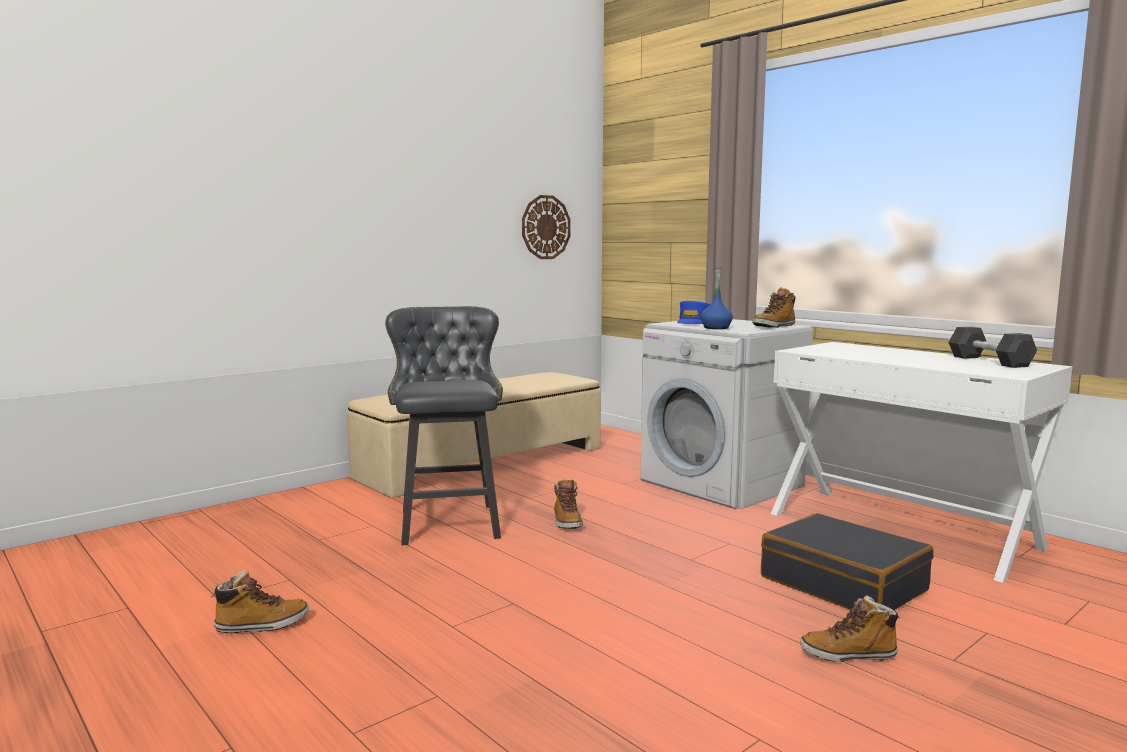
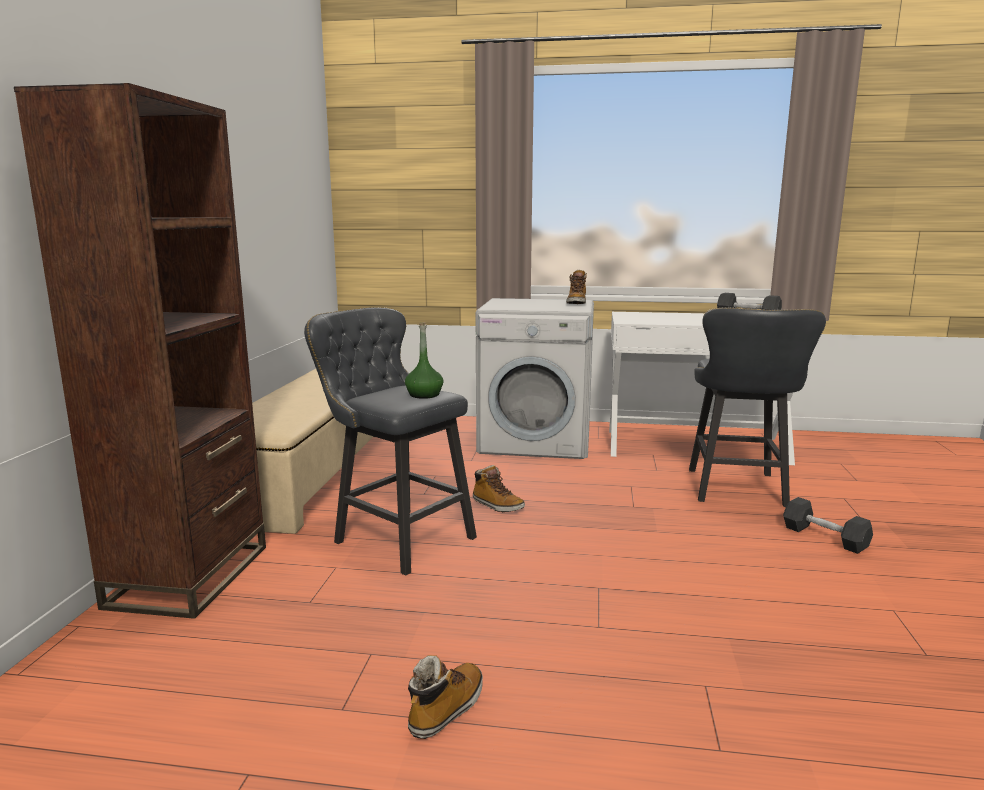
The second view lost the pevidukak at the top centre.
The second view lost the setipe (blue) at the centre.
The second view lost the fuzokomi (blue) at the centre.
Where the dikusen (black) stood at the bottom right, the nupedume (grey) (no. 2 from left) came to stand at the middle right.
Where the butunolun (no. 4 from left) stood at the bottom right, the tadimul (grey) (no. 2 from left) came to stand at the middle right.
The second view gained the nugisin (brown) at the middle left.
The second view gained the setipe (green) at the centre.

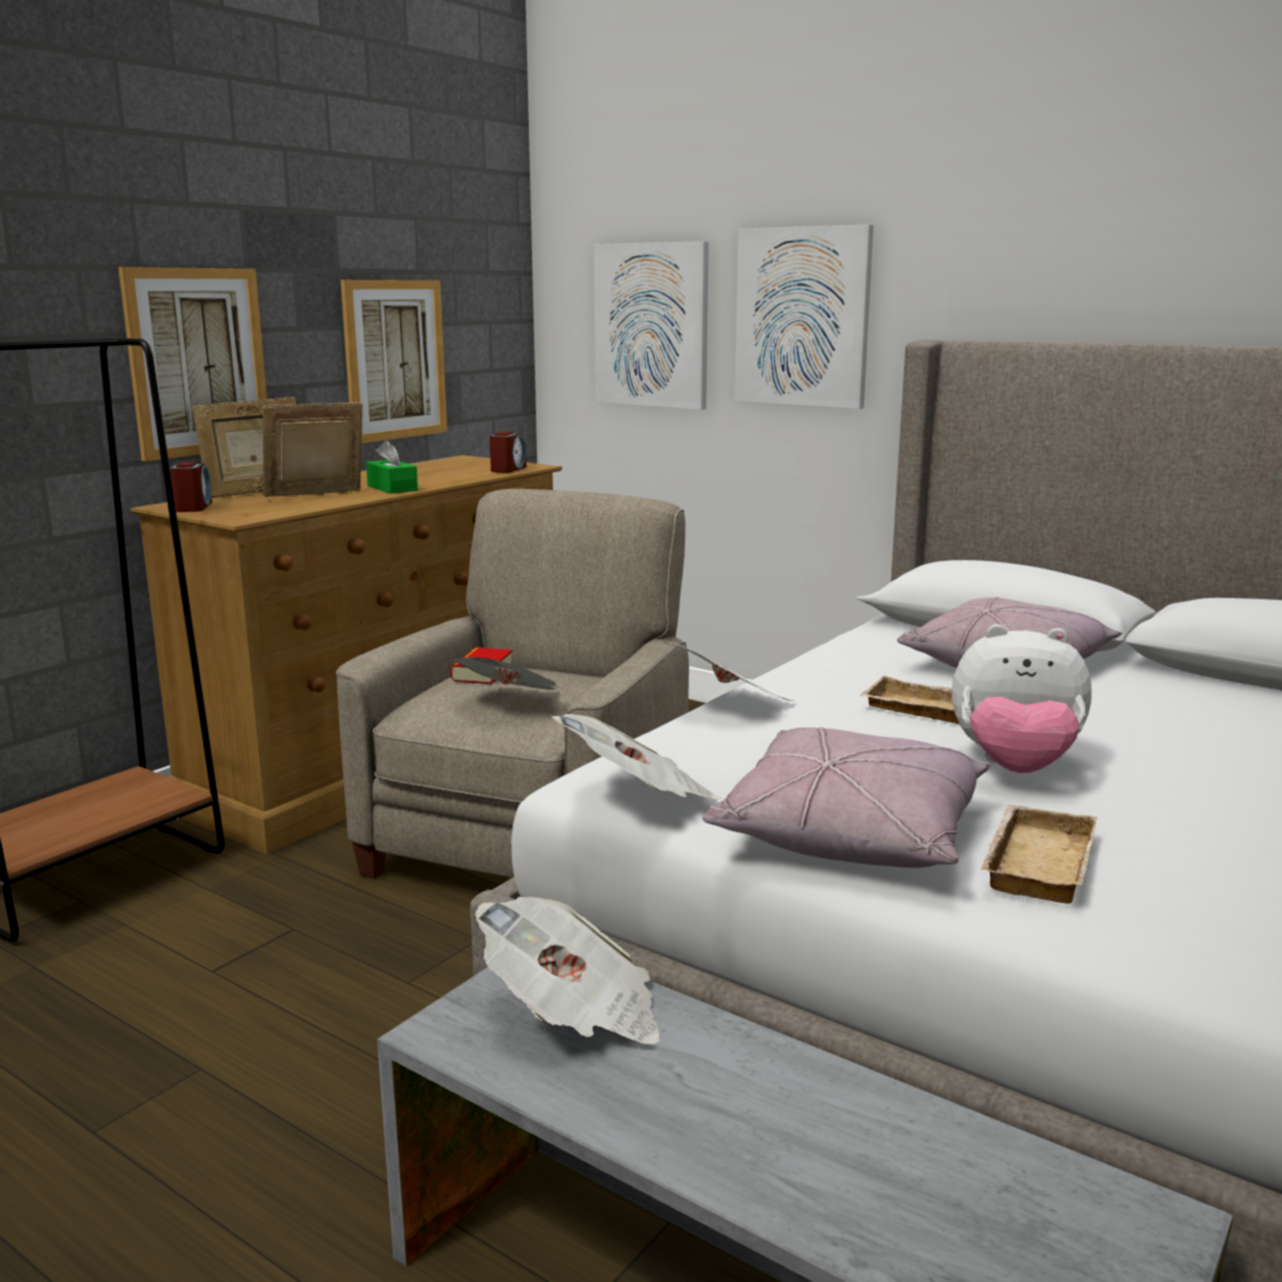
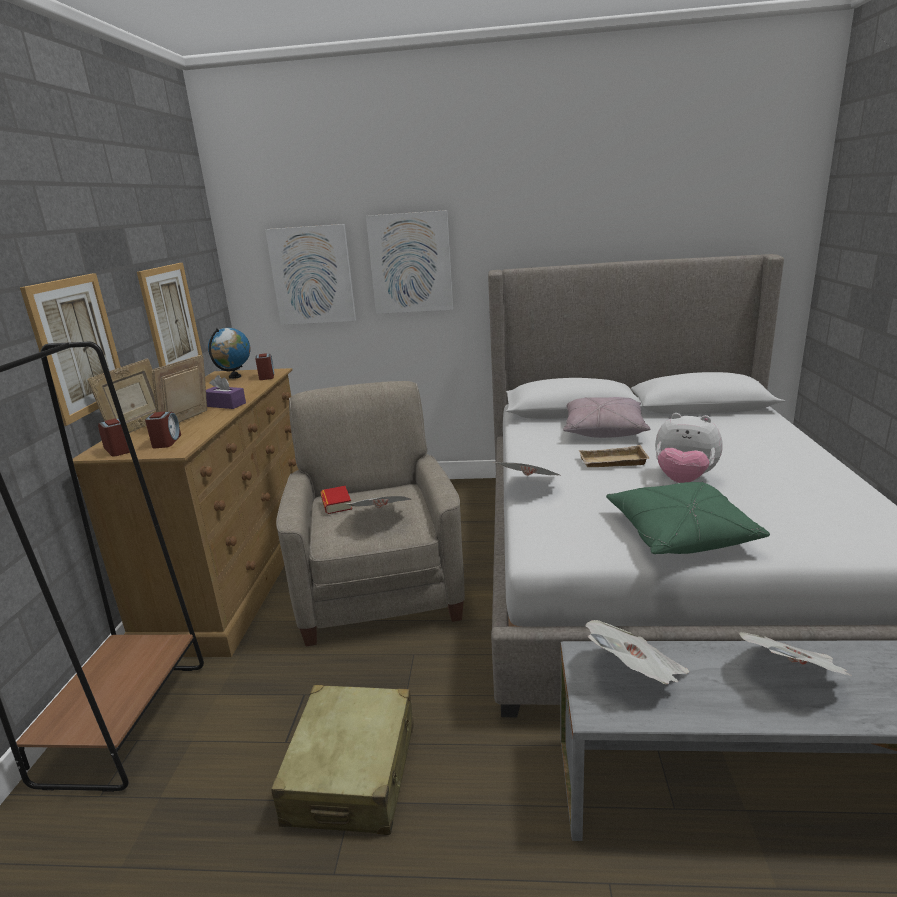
What was the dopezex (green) at the middle left turned into the dopezex (purple) at the middle left.
The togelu at the middle right ended up facing another way, 45 degrees clockwise from before.
The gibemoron (no. 3 from left in the first image) ended up elsewhere, having gone from the centre to the bottom right.
What was the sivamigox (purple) (no. 1 from left) at the centre turned into the sivamigox (green) at the middle right.
The second view lost the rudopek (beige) (no. 2 from left) at the middle right.
The second view gained the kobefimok at the middle left.
The second view gained the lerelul (no. 2 from left) at the middle left.
The second view gained the dikusen (beige) at the bottom centre.

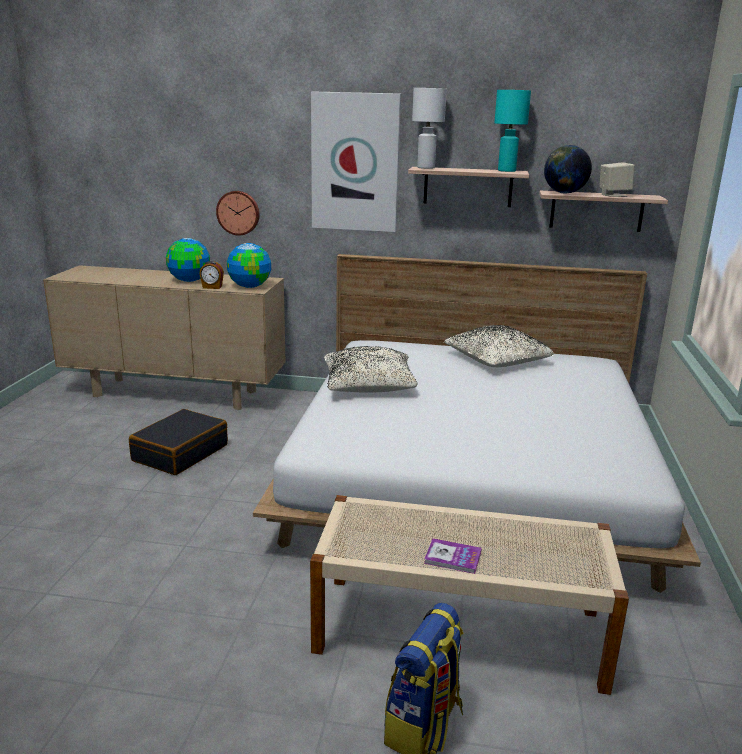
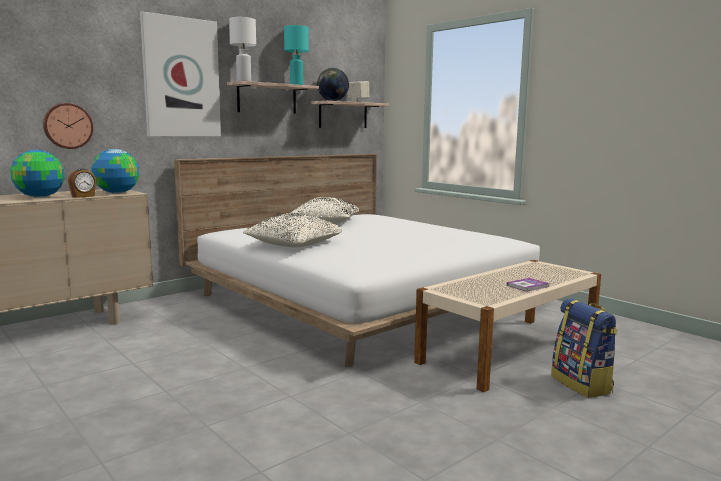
The second view lost the dikusen (black) at the middle left.

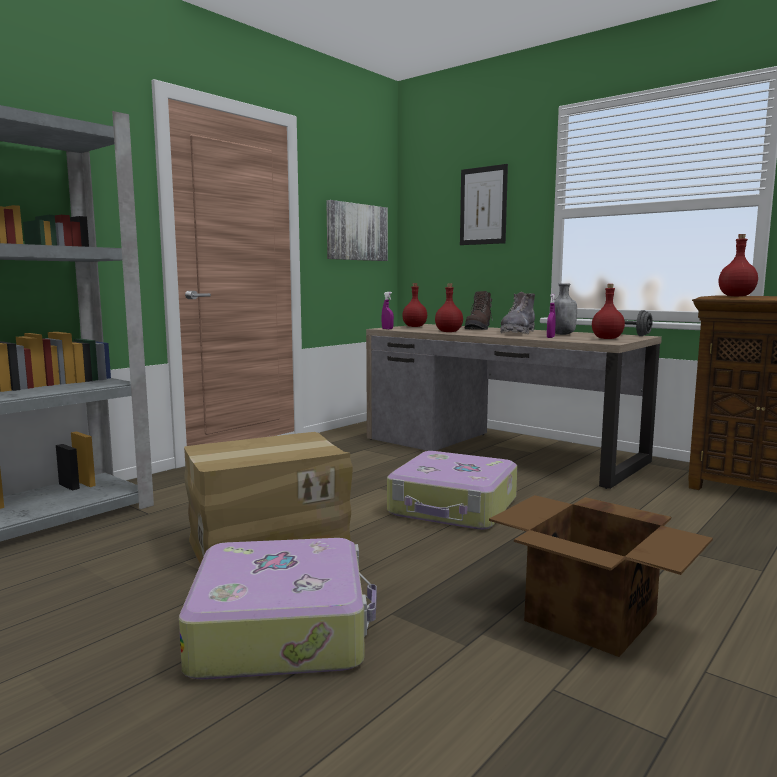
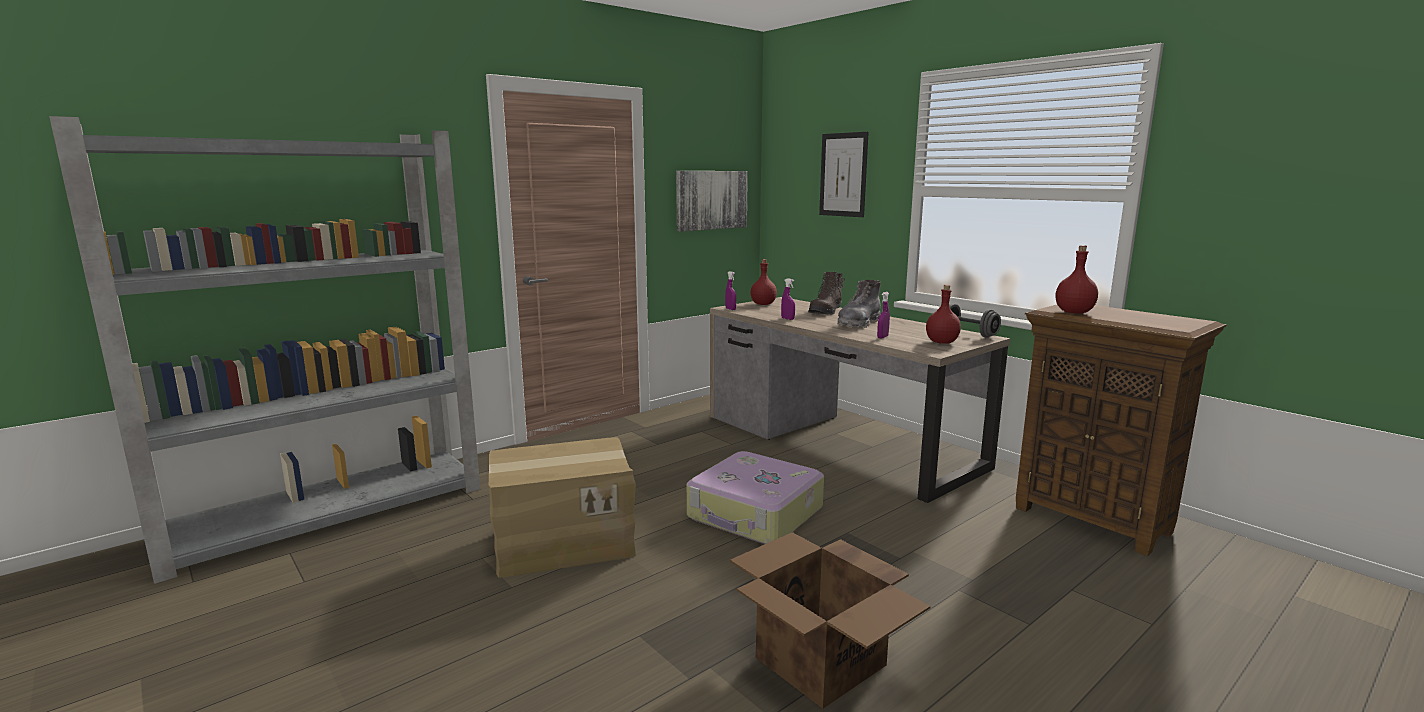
Where the setipe (red) (no. 2 from left) stood at the centre, the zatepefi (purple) (no. 2 from left) came to stand at the centre.
The second view lost the setipe (grey) at the middle right.
The second view lost the dikusen (no. 1 from left) at the bottom centre.

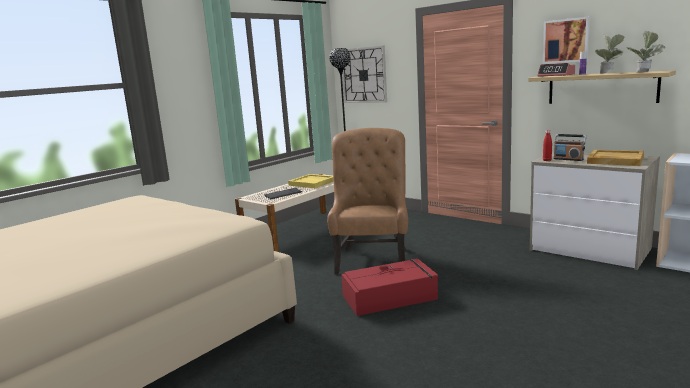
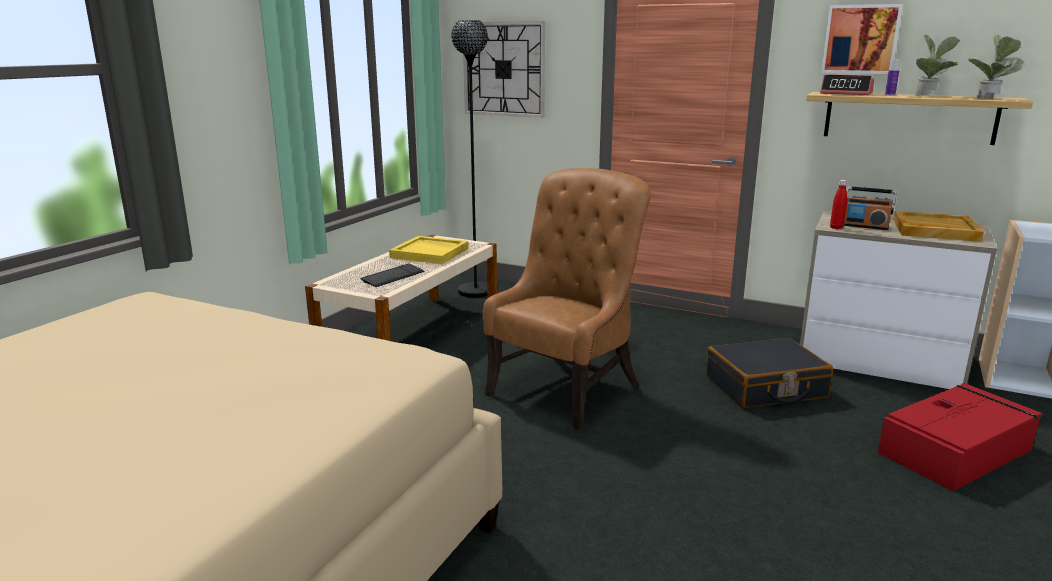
The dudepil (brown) at the centre ended up facing another way, 45 degrees clockwise from before.
The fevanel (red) ended up elsewhere, having gone from the bottom centre to the bottom right.
The second view gained the dikusen (black) at the middle right.

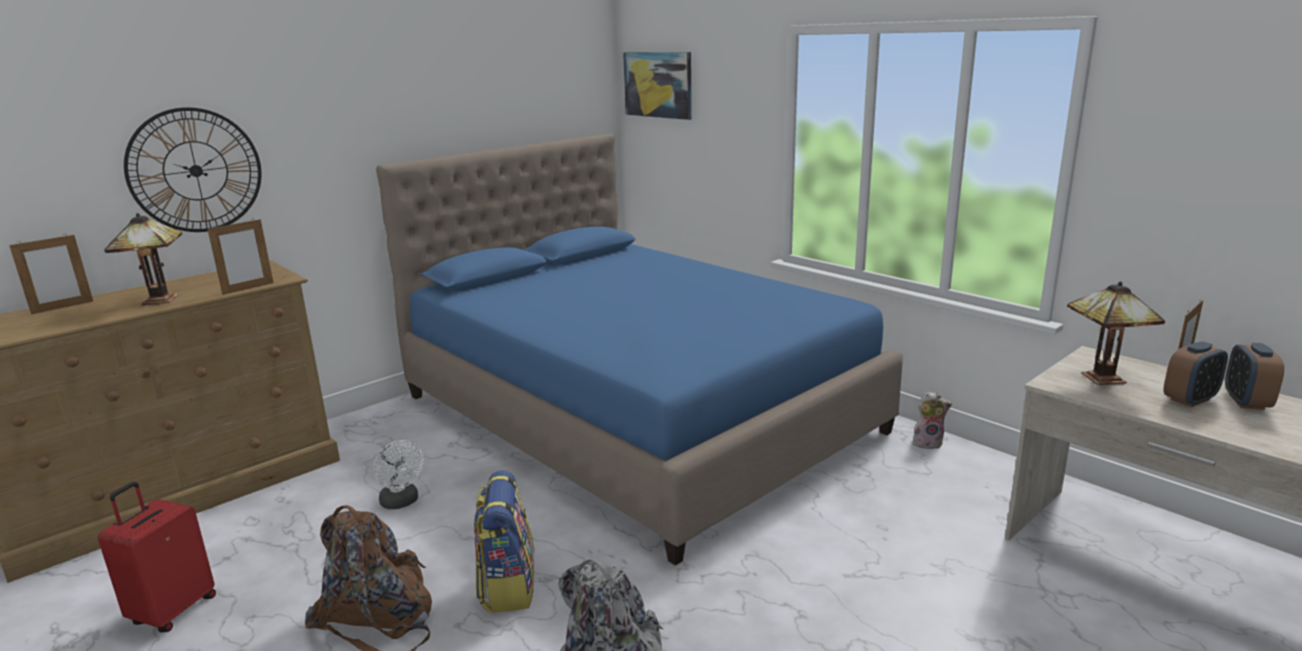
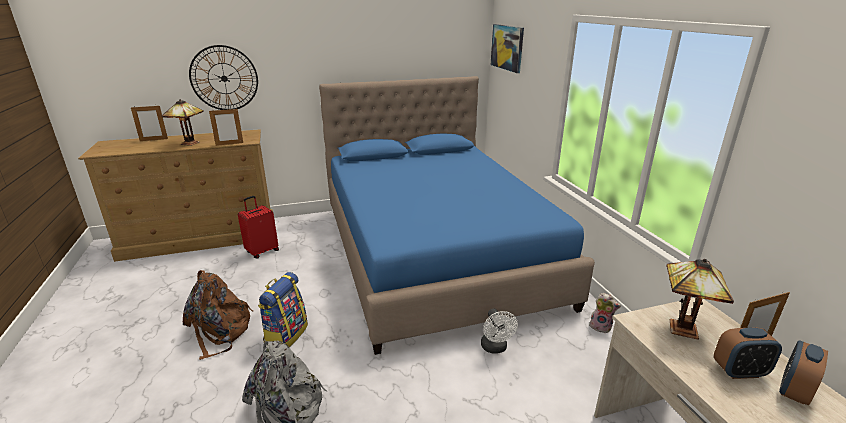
The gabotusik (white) ended up elsewhere, having gone from the bottom left to the bottom centre.
The dikusen (red) ended up elsewhere, having gone from the bottom left to the middle left.

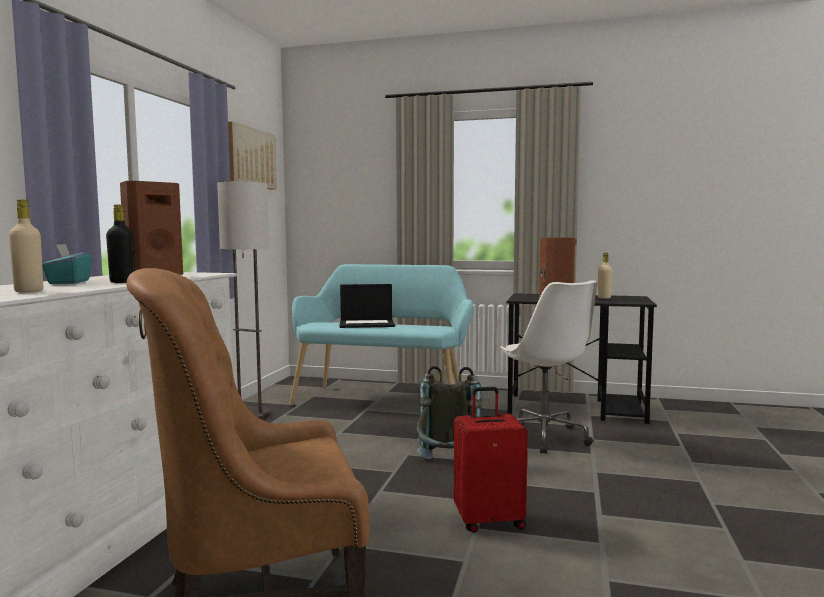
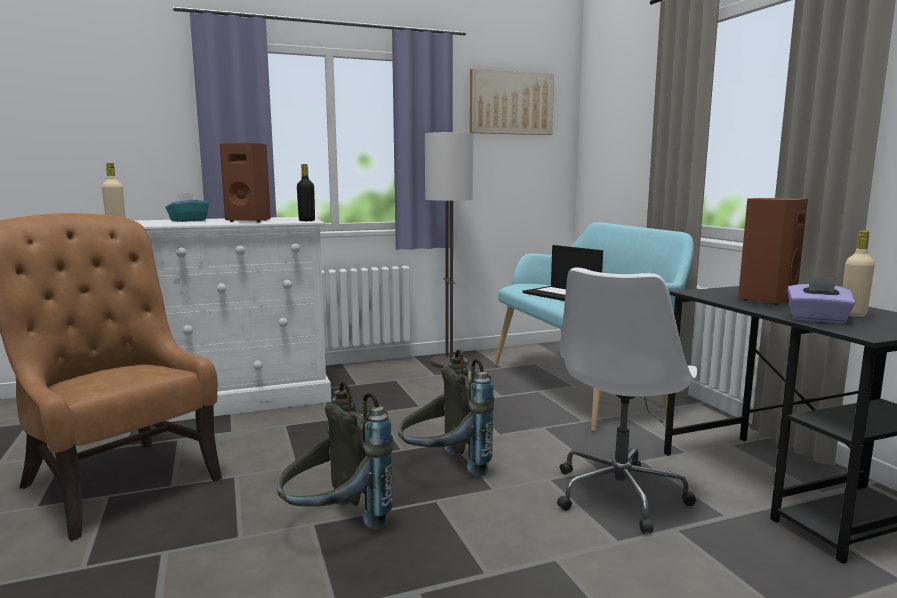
The setipe (black) ended up elsewhere, having gone from the middle left to the top centre.
Where the dikusen (red) stood at the bottom centre, the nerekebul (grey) (no. 1 from left) came to stand at the bottom centre.
The second view gained the dopezex (purple) at the middle right.

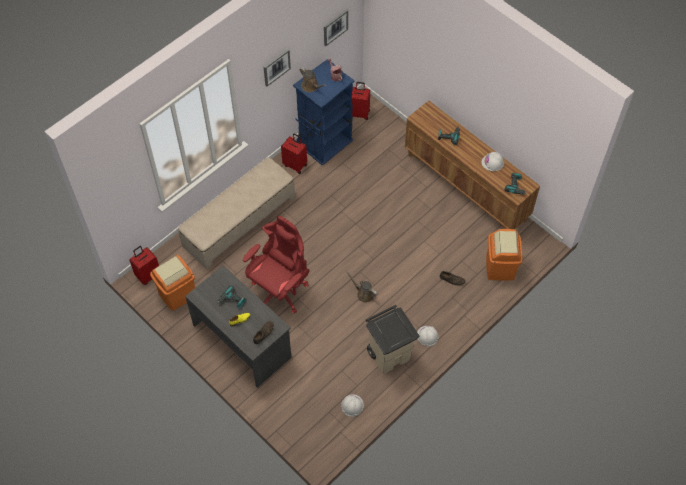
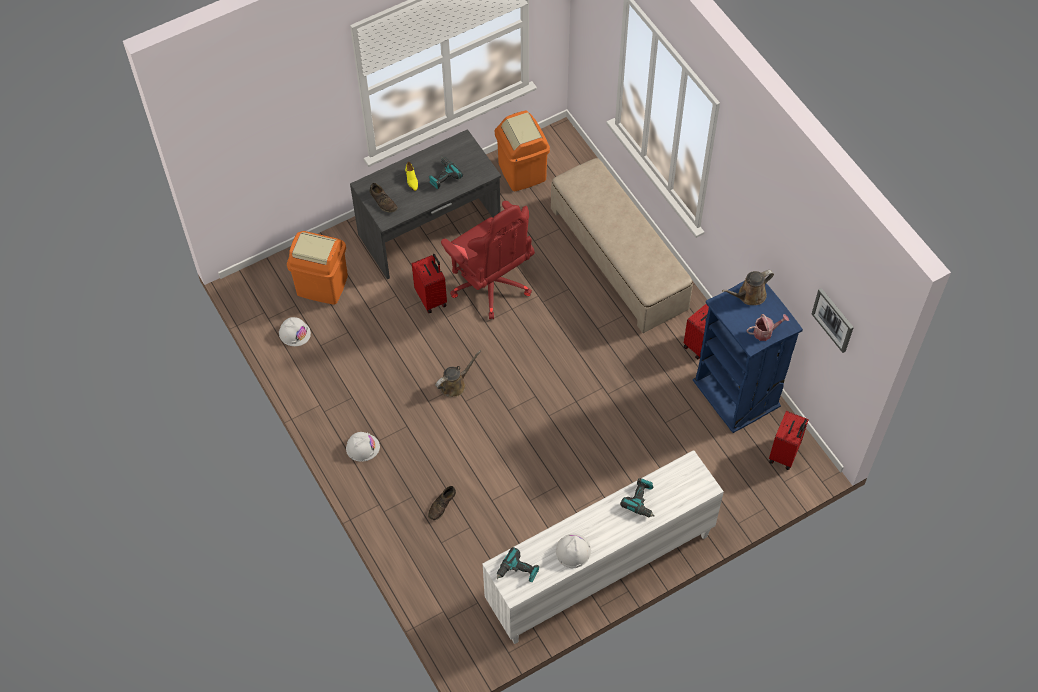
The second view lost the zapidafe (no. 1 from left) at the top centre.
What was the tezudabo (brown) at the middle right turned into the tezudabo (white) at the bottom centre.
The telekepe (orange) (no. 2 from left in the first image) ended up elsewhere, having gone from the middle right to the middle left.
The dikusen (red) (no. 1 from left) ended up elsewhere, having gone from the middle left to the centre.
The second view lost the telekepe (beige) at the bottom centre.

